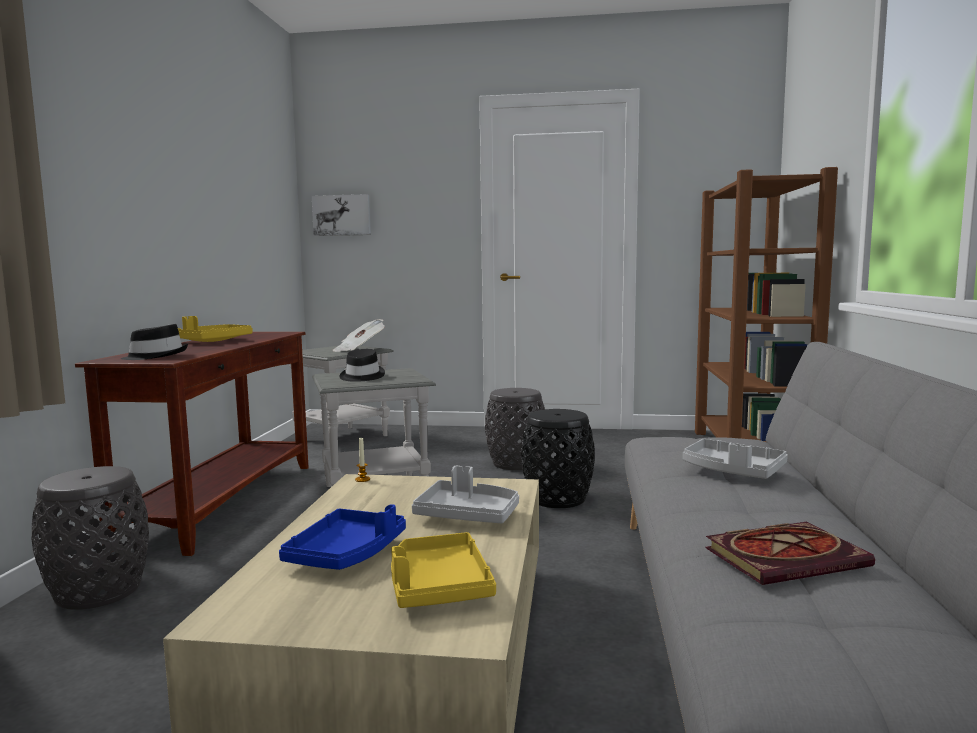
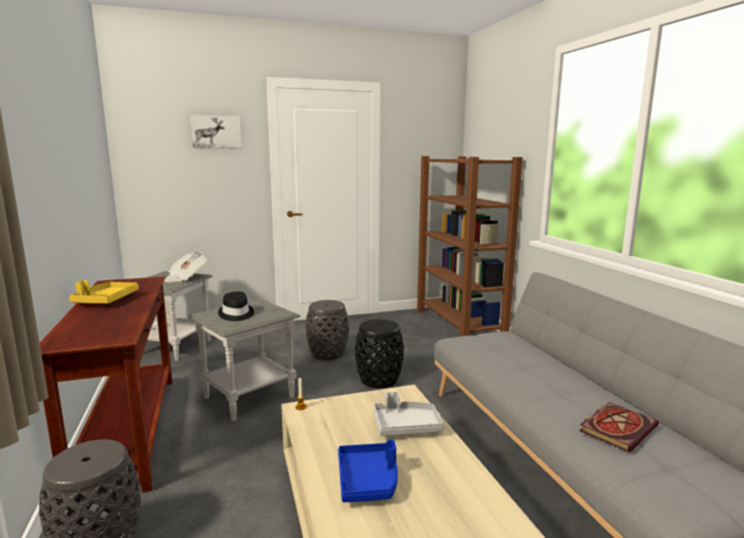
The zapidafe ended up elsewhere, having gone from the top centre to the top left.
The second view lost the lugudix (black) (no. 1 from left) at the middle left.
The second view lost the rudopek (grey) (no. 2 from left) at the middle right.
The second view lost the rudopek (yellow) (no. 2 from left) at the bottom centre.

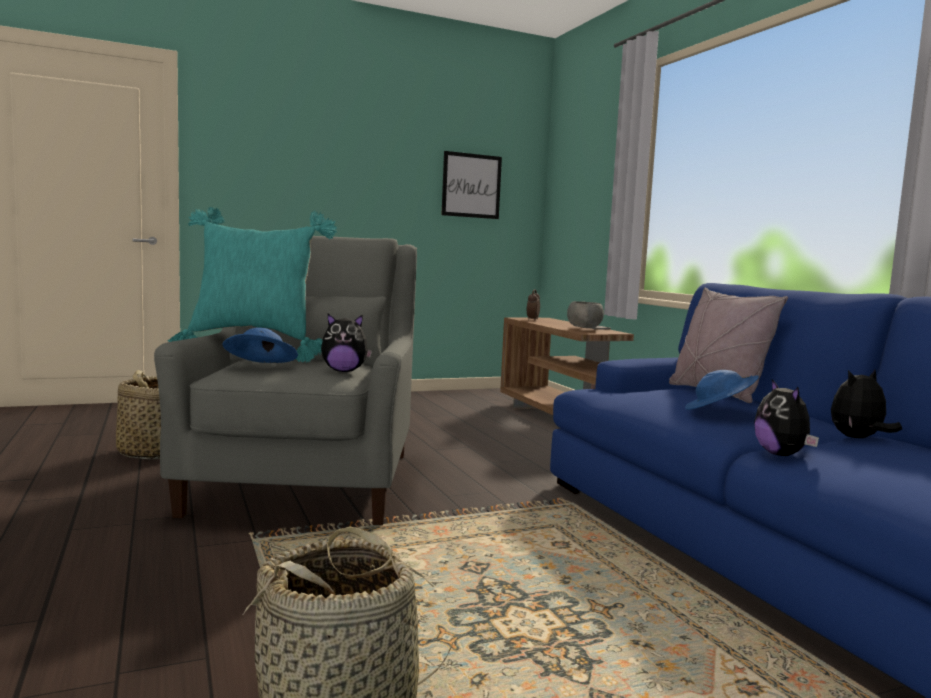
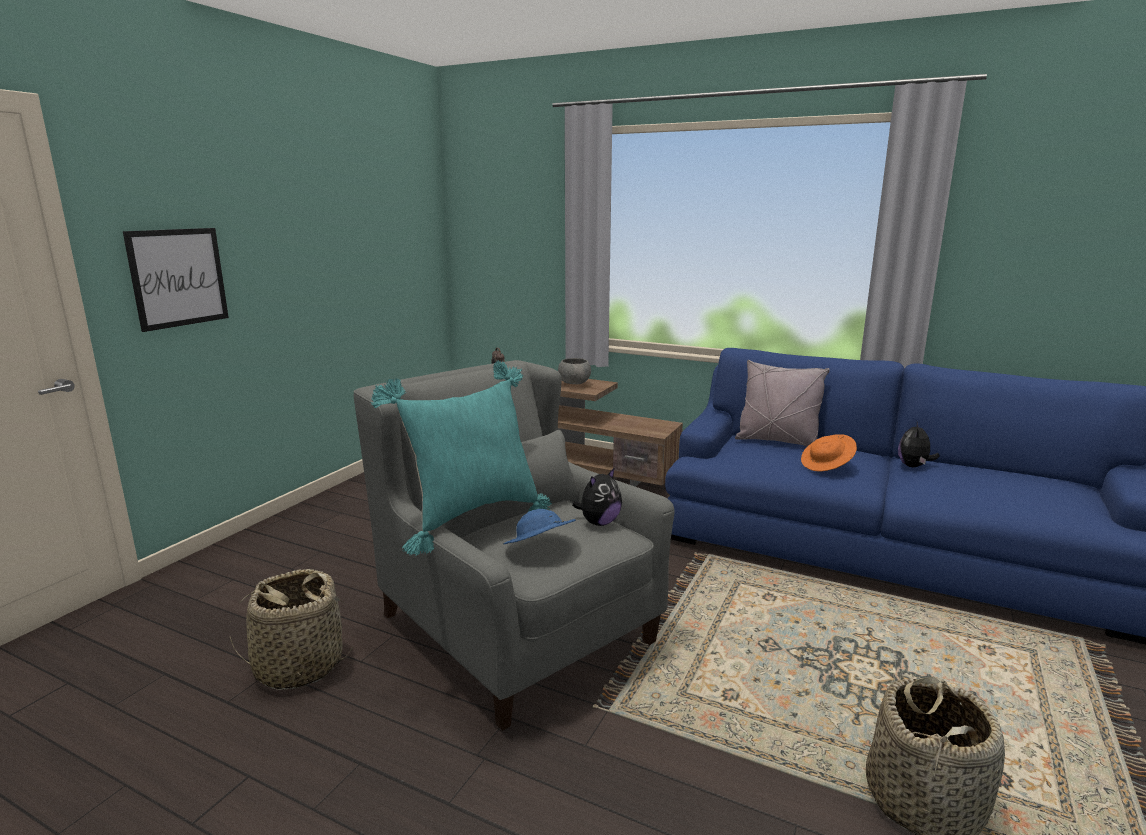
The zapidafe ended up elsewhere, having gone from the top centre to the middle left.
What was the lugudix (blue) (no. 2 from left) at the middle right turned into the lugudix (orange) at the middle right.
The second view lost the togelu (no. 2 from left) at the middle right.

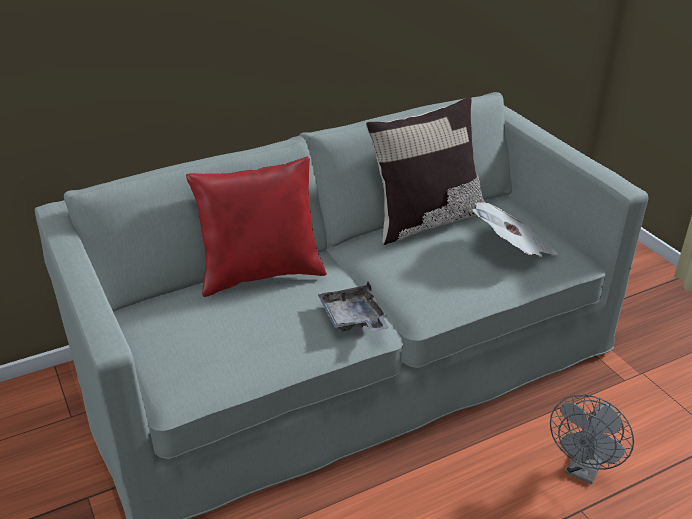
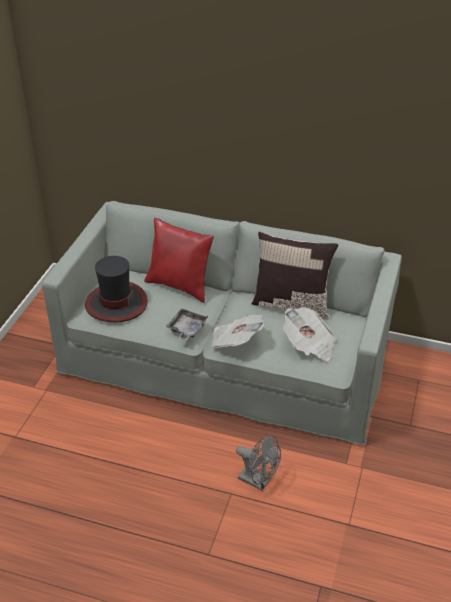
The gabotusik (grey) at the bottom right ended up facing another way, 135 degrees counterclockwise from before.
The second view gained the lugudix at the middle left.
The second view gained the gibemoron (no. 1 from left) at the centre.

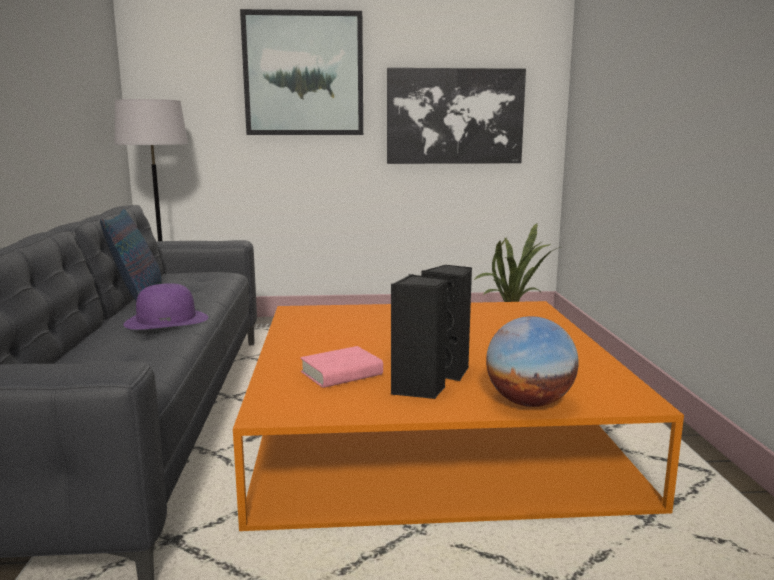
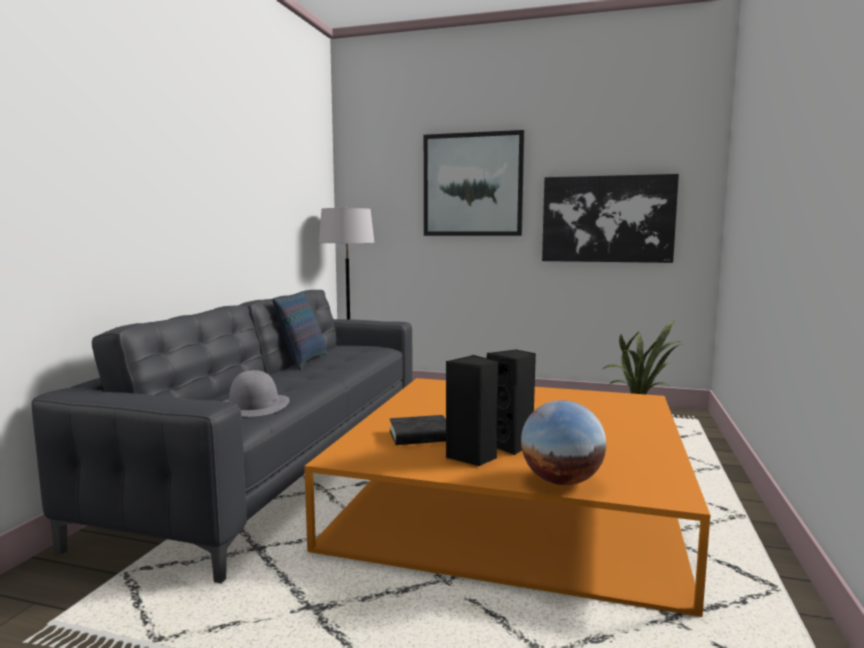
The second view lost the lugudix (purple) at the middle left.
What was the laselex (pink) at the centre turned into the laselex (black) at the centre.
The second view gained the lugudix (grey) at the middle left.

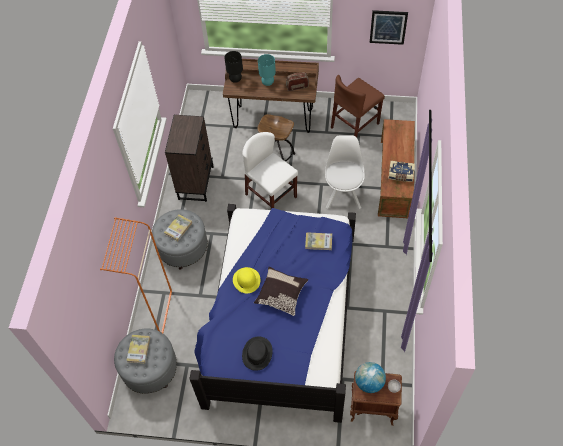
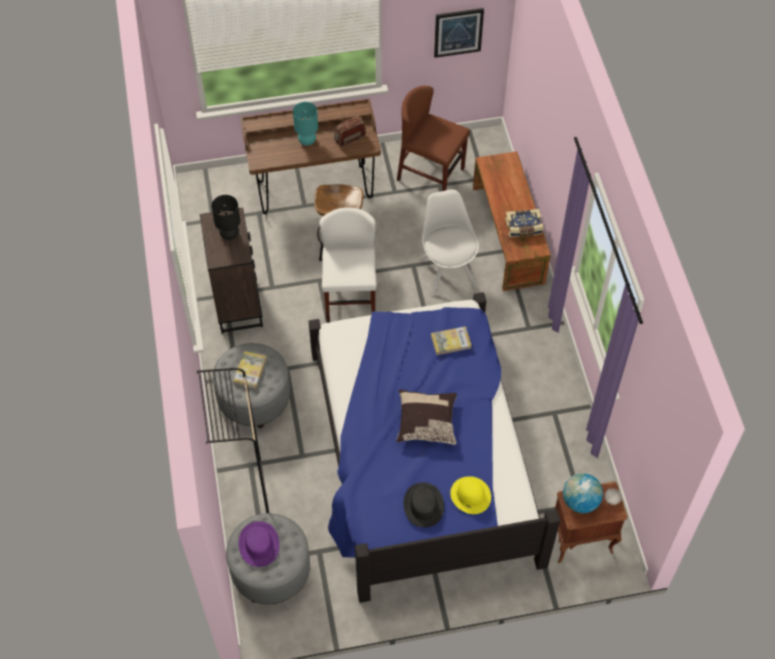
The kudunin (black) ended up elsewhere, having gone from the top centre to the top left.
The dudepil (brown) at the top centre ended up facing another way, 90 degrees clockwise from before.
The dudepil (white) (no. 1 from left) at the centre ended up facing another way, 60 degrees clockwise from before.
What was the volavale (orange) at the middle left turned into the volavale (black) at the bottom left.
The lugudix (yellow) ended up elsewhere, having gone from the centre to the bottom centre.
Where the laselex (no. 1 from left) stood at the bottom left, the lugudix (purple) came to stand at the bottom centre.

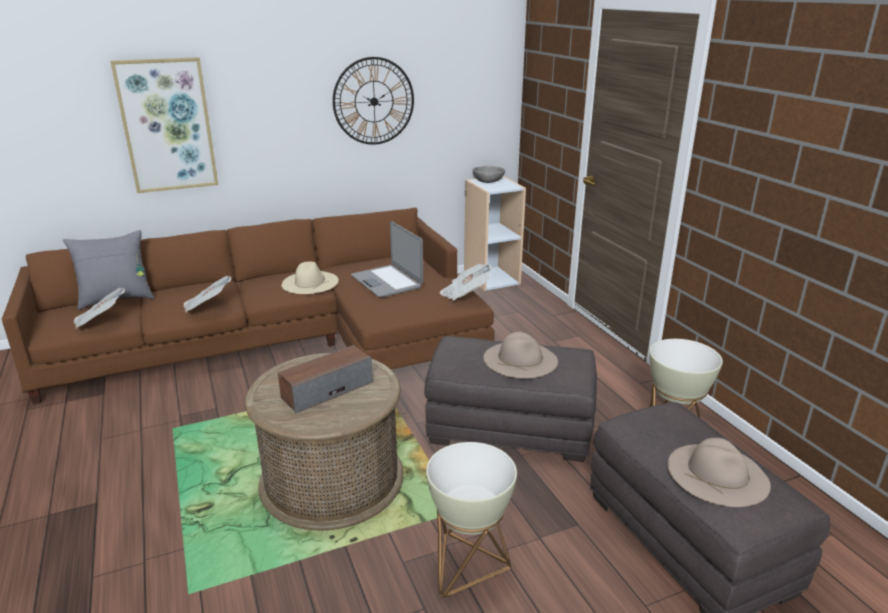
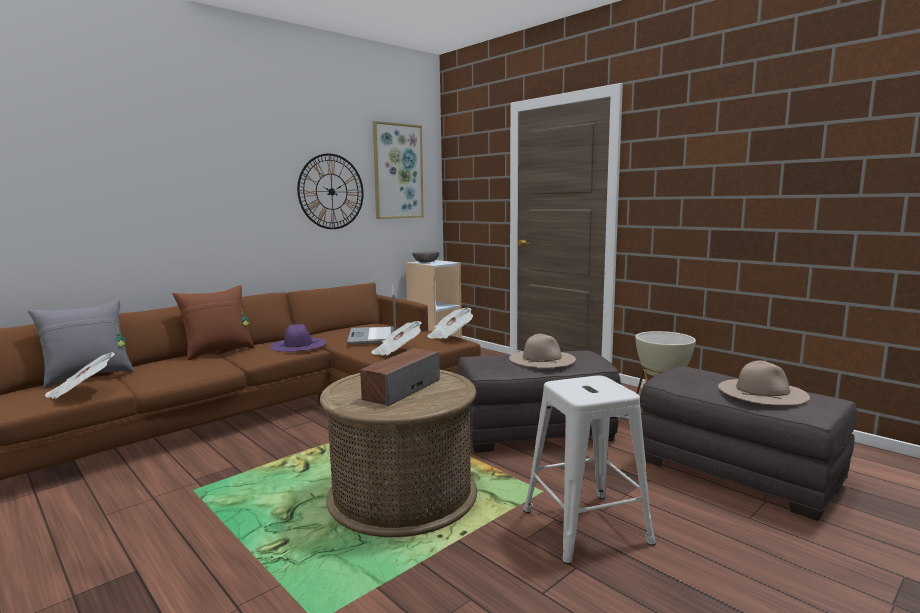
The zapidafe ended up elsewhere, having gone from the top left to the top centre.
The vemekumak at the centre ended up facing another way, 45 degrees clockwise from before.
What was the lugudix (beige) (no. 1 from left) at the centre turned into the lugudix (purple) at the middle left.
The gibemoron (no. 2 from left) ended up elsewhere, having gone from the middle left to the centre.
Where the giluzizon (no. 1 from left) stood at the bottom centre, the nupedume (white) came to stand at the bottom centre.
The second view gained the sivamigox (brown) at the middle left.

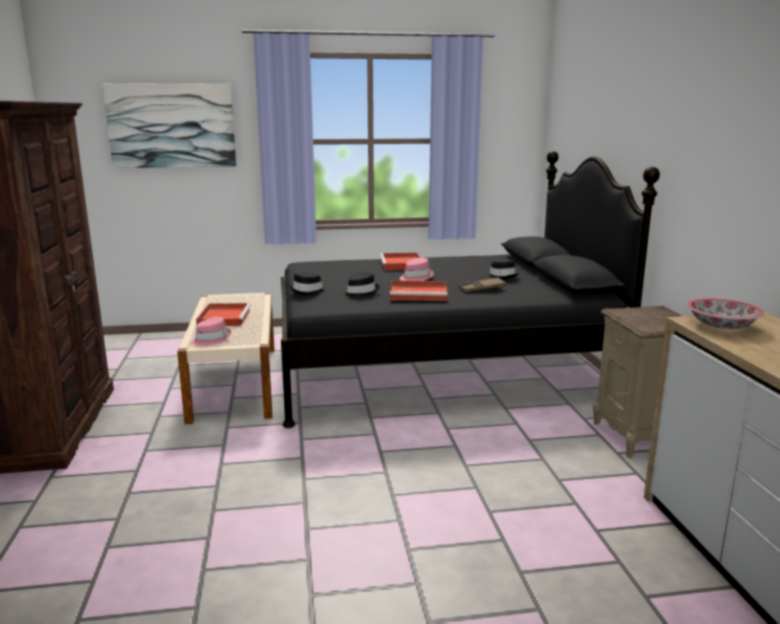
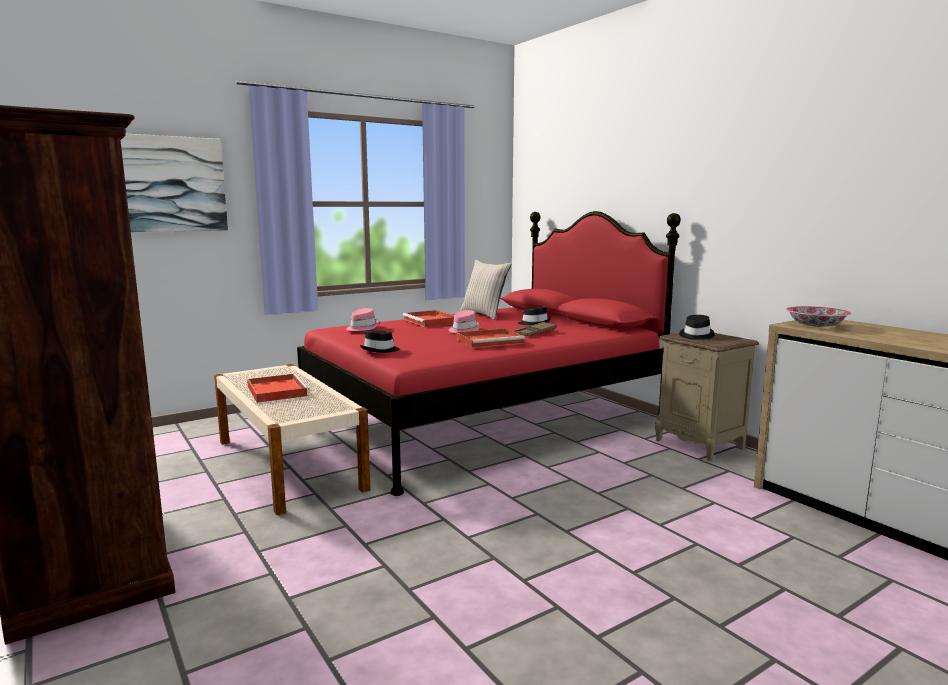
What was the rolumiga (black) at the centre turned into the rolumiga (red) at the centre.
The lugudix (black) (no. 2 from left in the first image) ended up elsewhere, having gone from the centre to the middle right.
The lugudix (pink) (no. 1 from left) ended up elsewhere, having gone from the middle left to the centre.
The second view gained the sivamigox (beige) at the centre.

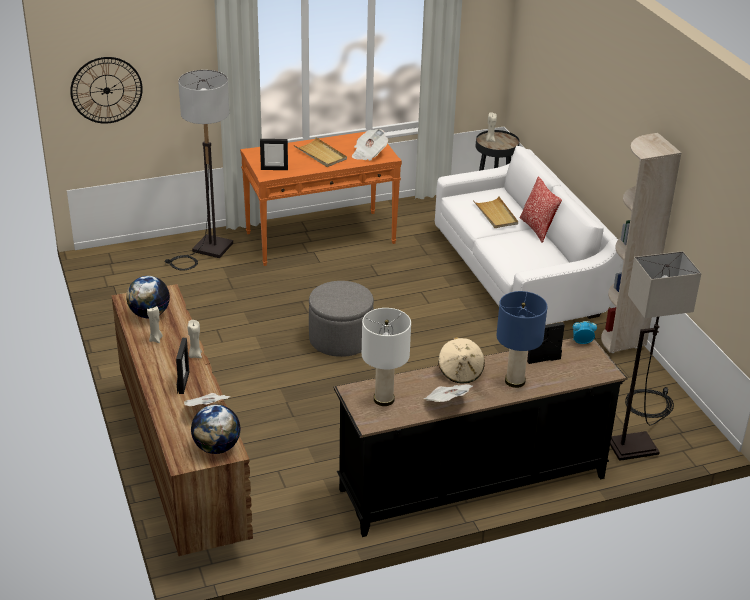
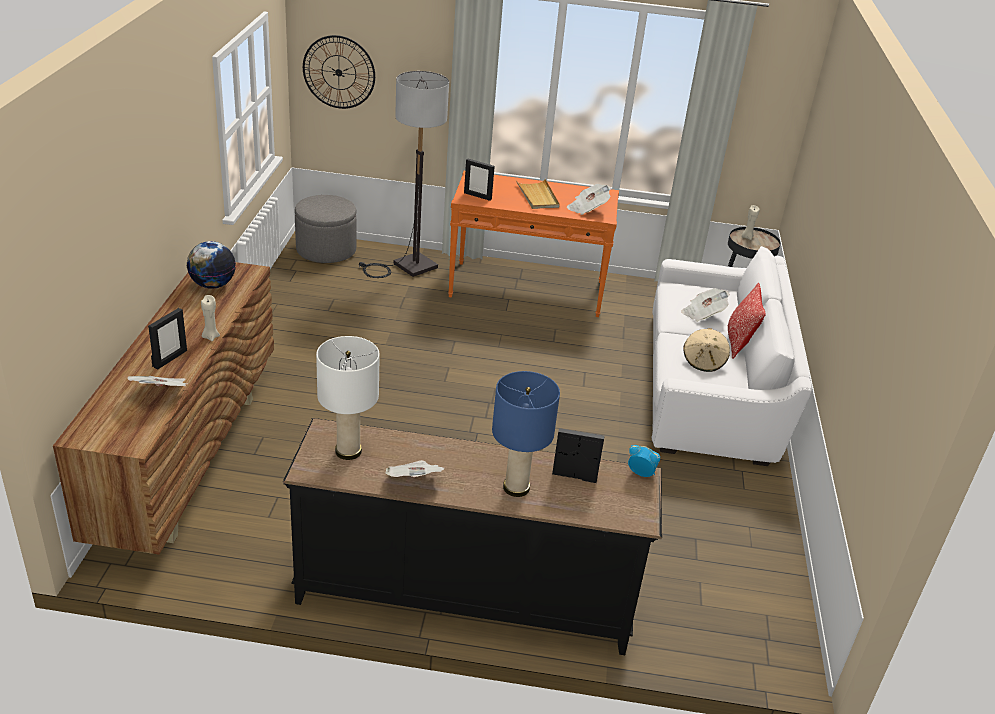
The second view lost the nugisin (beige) at the middle right.
Where the rudopek (beige) (no. 2 from left) stood at the centre, the gibemoron (no. 4 from left) came to stand at the middle right.
The second view lost the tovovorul (no. 2 from left) at the middle right.
The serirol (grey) ended up elsewhere, having gone from the centre to the top left.
The second view lost the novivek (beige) (no. 1 from left) at the middle left.
The lugudix (beige) ended up elsewhere, having gone from the centre to the middle right.
The second view lost the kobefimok (no. 2 from left) at the bottom left.

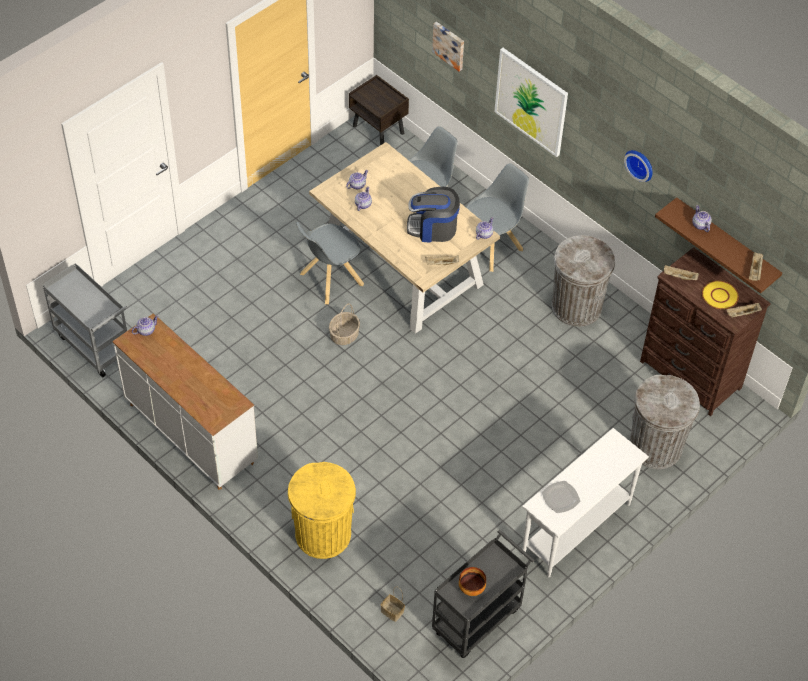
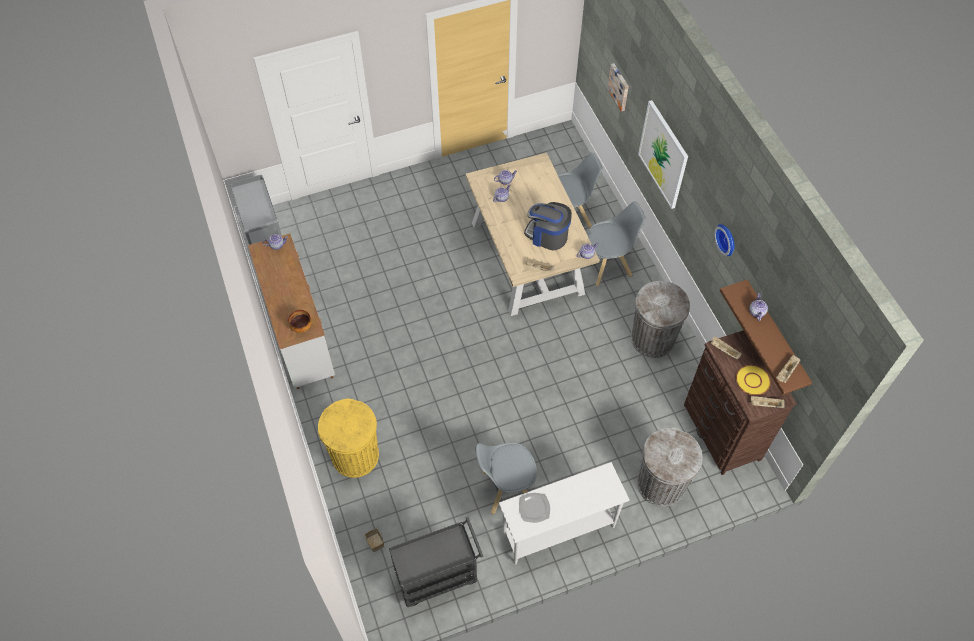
The second view lost the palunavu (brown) at the top centre.
The dudepil (grey) (no. 1 from left) ended up elsewhere, having gone from the centre to the bottom centre.
The second view lost the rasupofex (no. 1 from left) at the centre.
The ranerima ended up elsewhere, having gone from the bottom centre to the middle left.

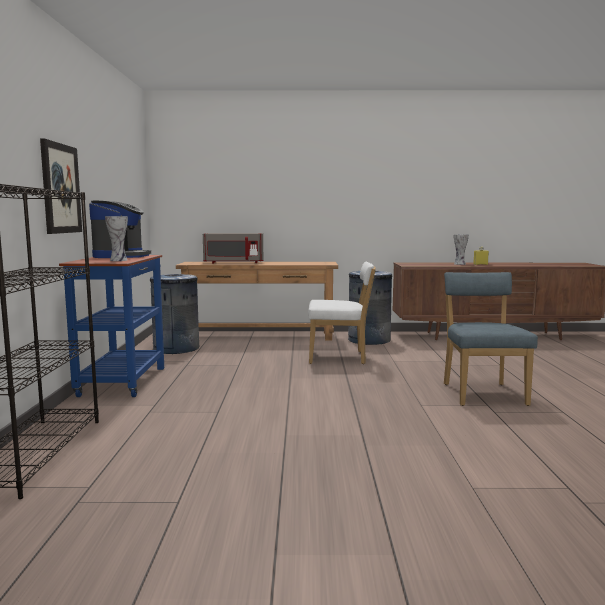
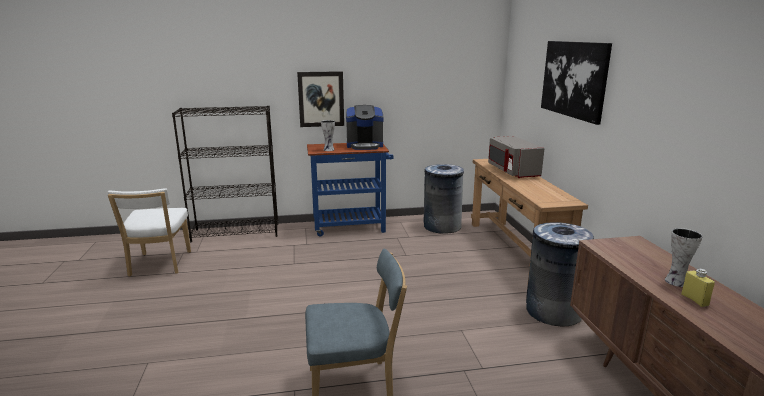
The dudepil (white) ended up elsewhere, having gone from the centre to the middle left.
The second view gained the zapidafe (no. 2 from left) at the top right.

